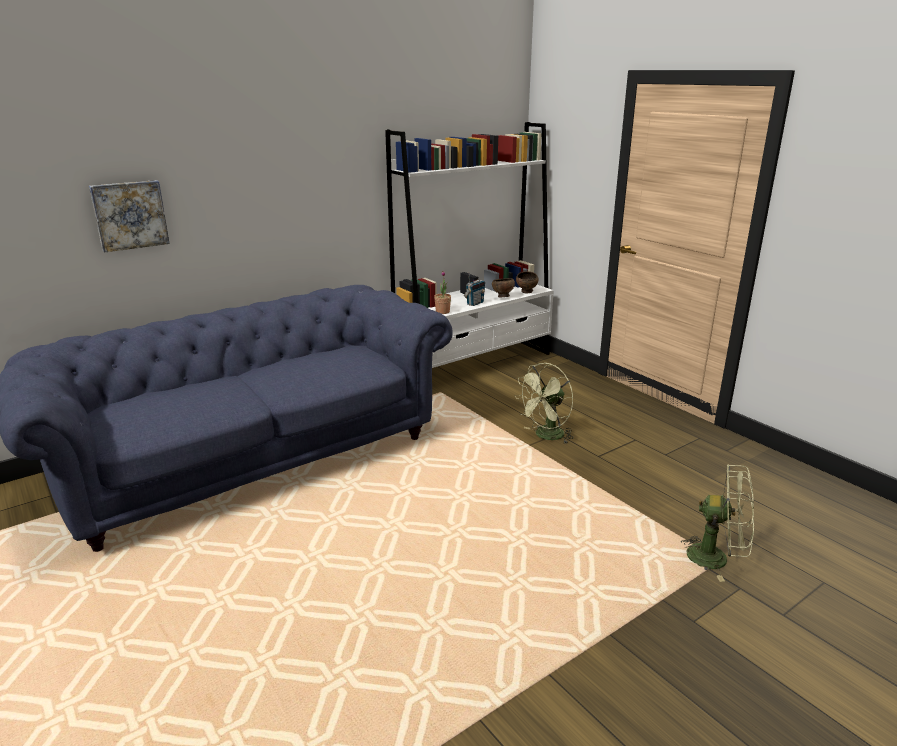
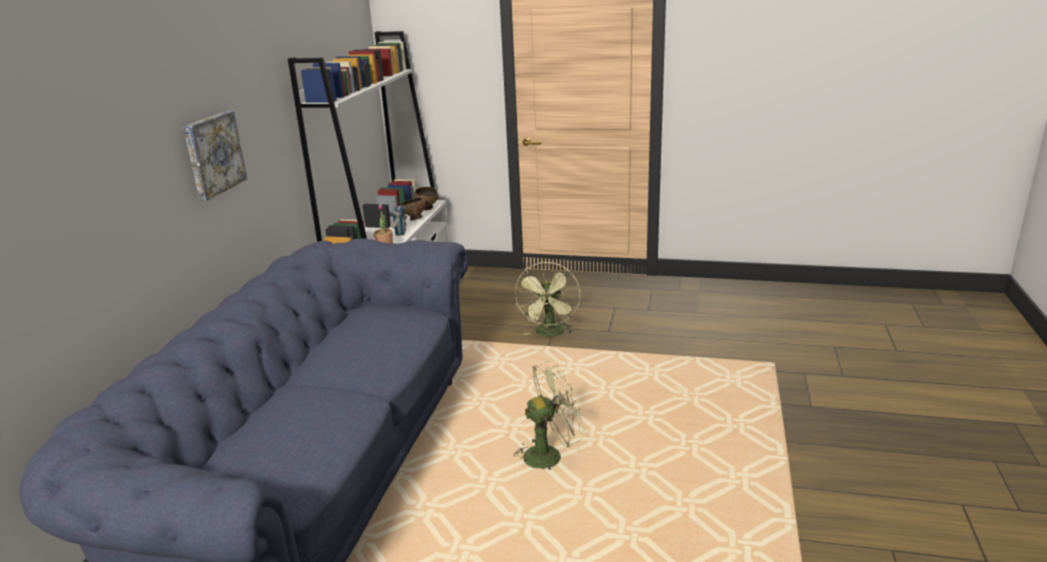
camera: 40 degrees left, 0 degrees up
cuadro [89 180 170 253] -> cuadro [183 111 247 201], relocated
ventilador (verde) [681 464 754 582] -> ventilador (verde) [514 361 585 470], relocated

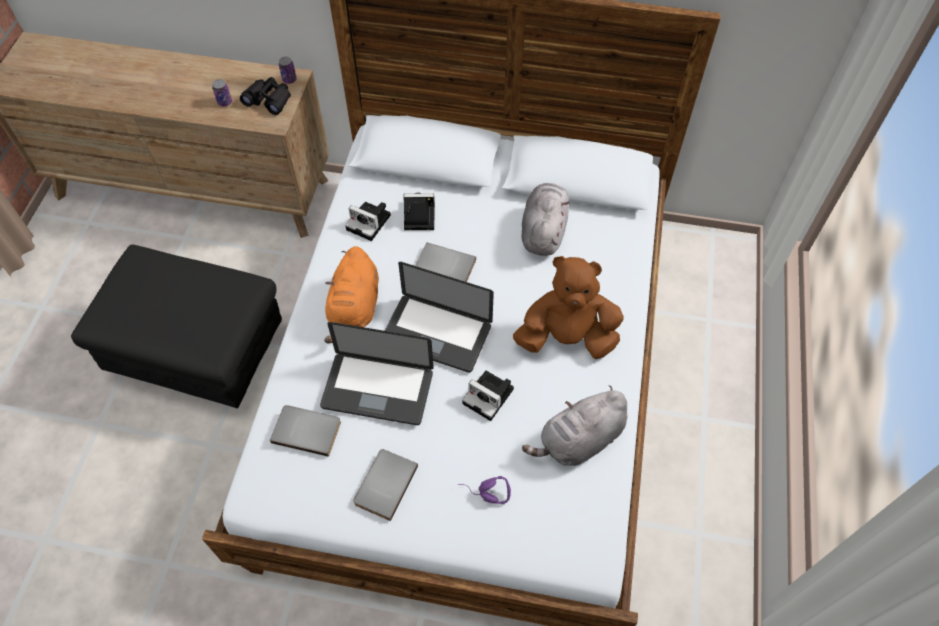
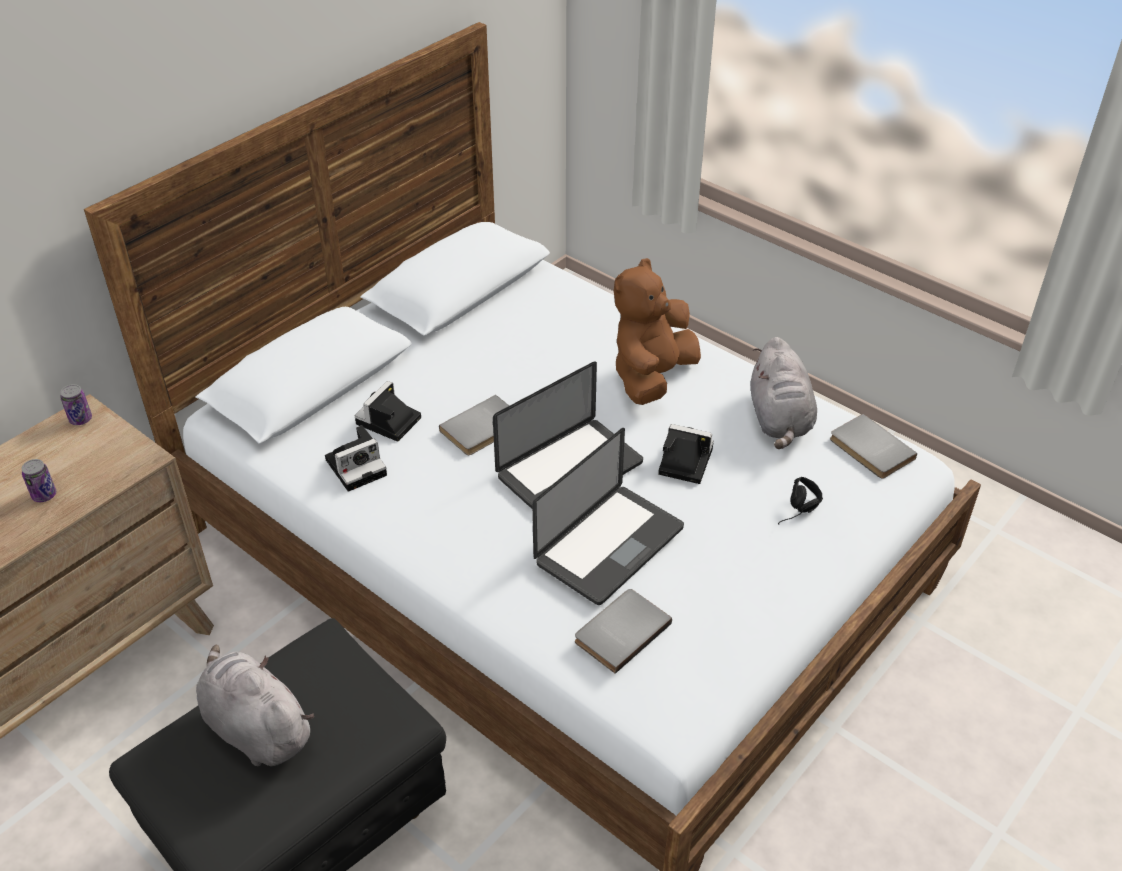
camera: 60 degrees left, 15 degrees down
prismáticos (negro) [240 77 291 115] -> none
peluche (gris) [521 183 569 256] -> peluche (gris) [196 644 314 766], relocated
peluche (naranja) [324 246 379 344] -> none
cámara [462 371 514 421] -> cámara [658 424 714 484], 135 degrees counterclockwise
libro (gris) [353 449 418 521] -> libro (gris) [830 414 917 479], relocated
auriculares (morado) [458 476 511 504] -> auriculares (negro) [778 477 823 524]

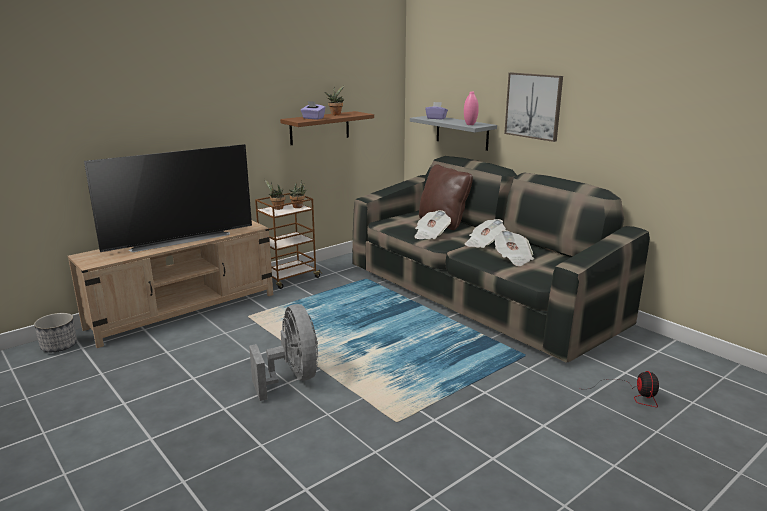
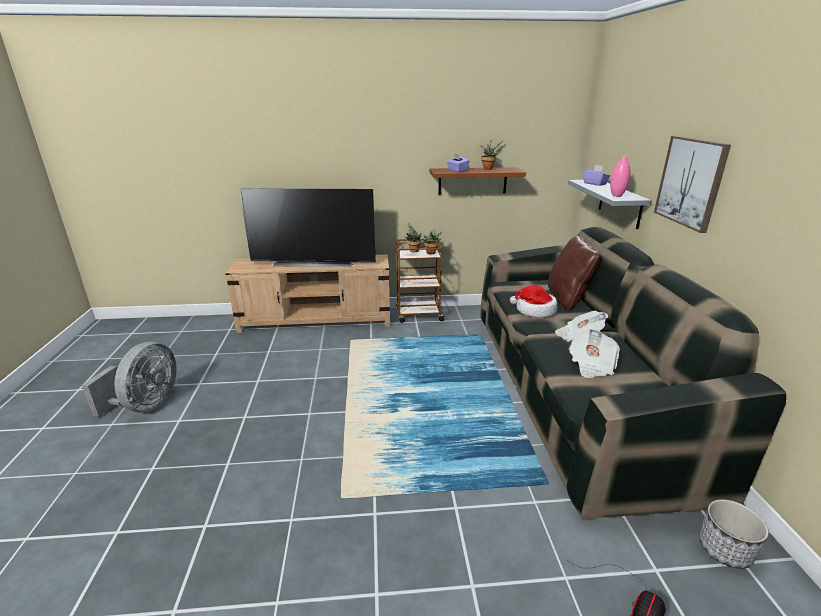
camera: 35 degrees right, 5 degrees up
periódico [414 210 451 239] -> sombrero [510 285 557 317]
ventilador (gris) [249 304 318 401] -> ventilador (gris) [82 342 177 417], relocated
maceta [34 313 77 352] -> maceta [699 499 769 569], relocated

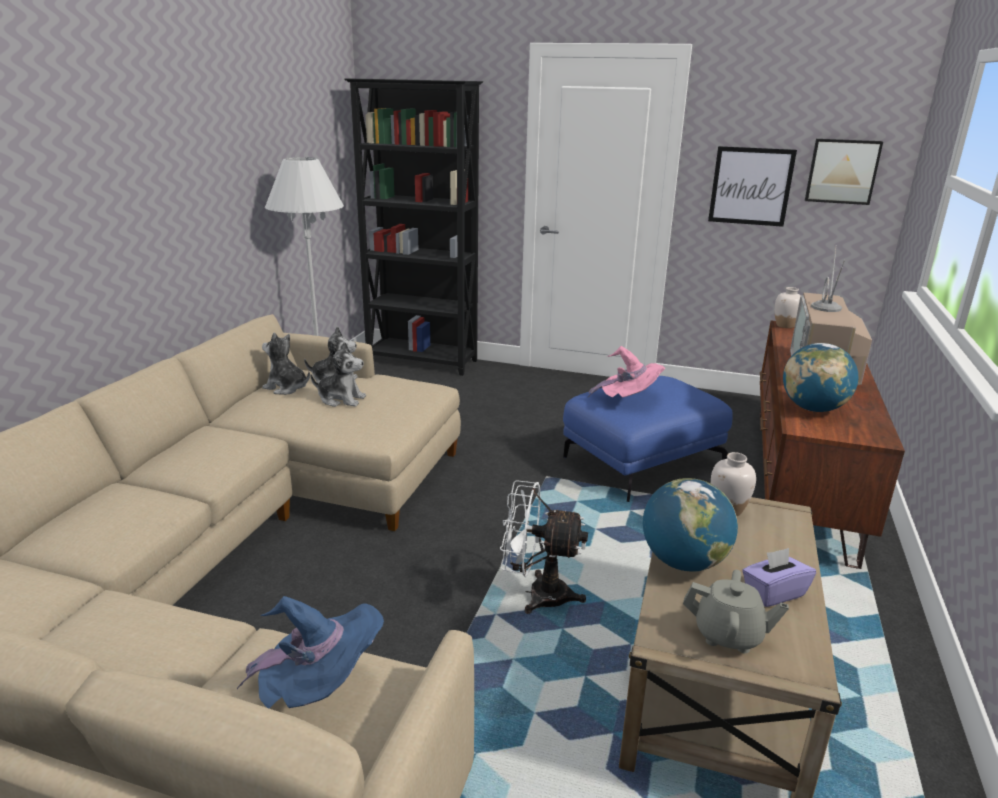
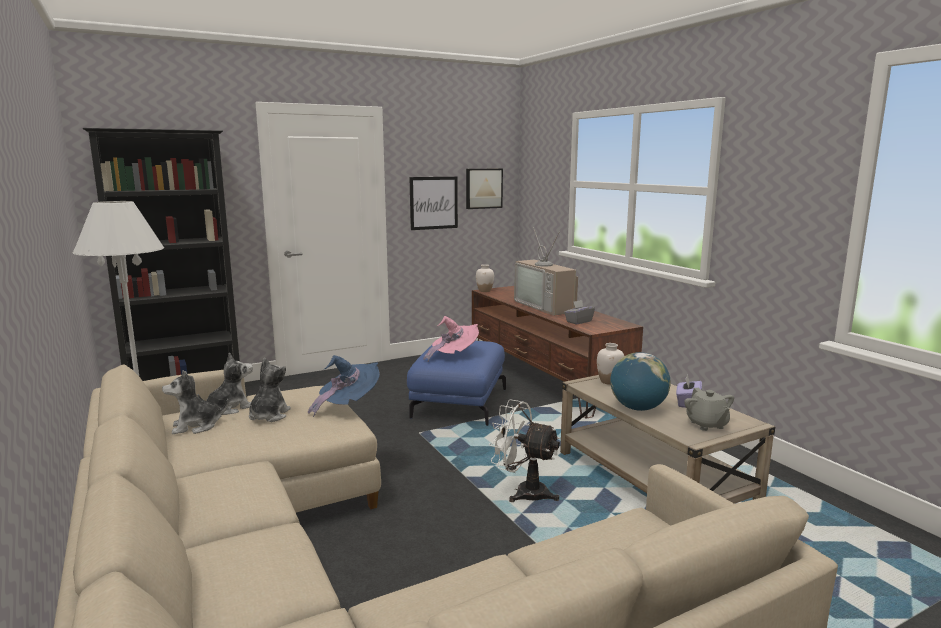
camera: 45 degrees left, 10 degrees down
peluche [310 342 366 407] -> peluche [249 358 291 422], 45 degrees counterclockwise
globo terráqueo [783 343 858 412] -> caja de pañuelos (gris) [564 300 595 324]
ventilador (blanco) [500 480 588 614] -> ventilador (blanco) [489 399 560 502], 60 degrees clockwise
tetera (gris) [683 570 789 653] -> tetera (gris) [684 388 734 431], 105 degrees clockwise
sombrero (azul) [237 596 384 708] -> sombrero (azul) [308 355 380 417], relocated

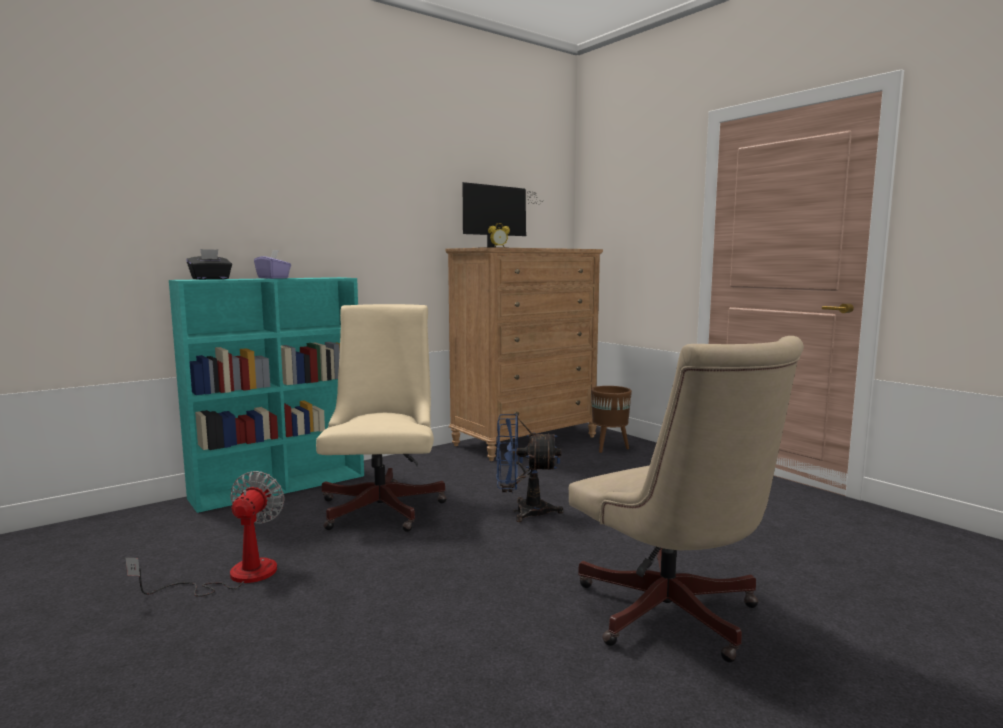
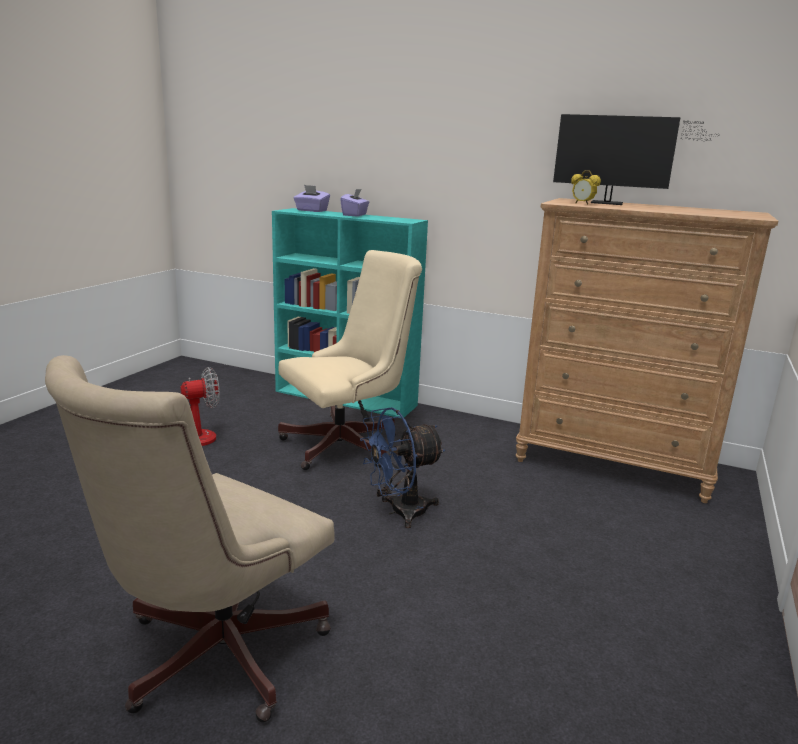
camera: 60 degrees right, 10 degrees up
caja de pañuelos (negro) [186 249 232 280] -> caja de pañuelos (morado) [294 185 330 212]
maceta (marrón) [591 386 632 453] -> none
ventilador (azul) [496 414 563 522] -> ventilador (azul) [360 407 445 528], 90 degrees counterclockwise

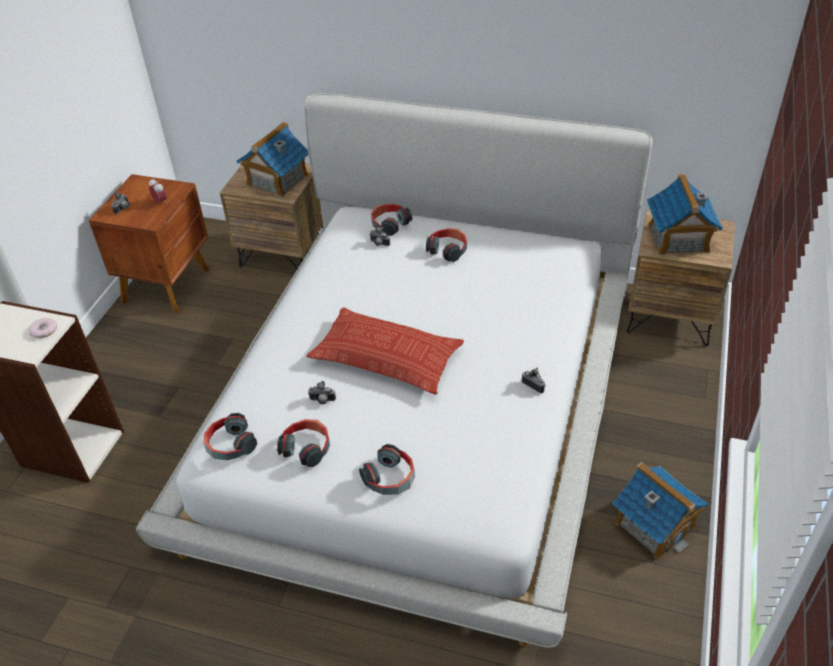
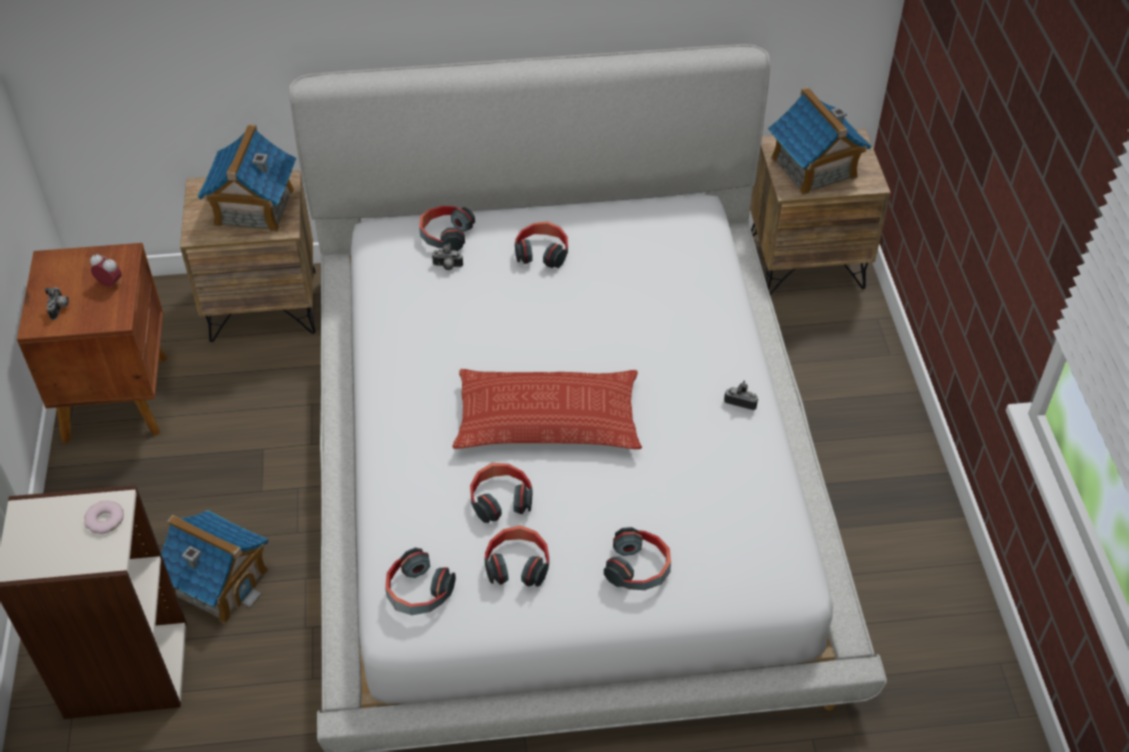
camera: 25 degrees left, 5 degrees up
cámara [308 381 336 404] -> auriculares [470 463 532 523]
casita [612 462 708 560] -> casita [161 510 269 624], relocated

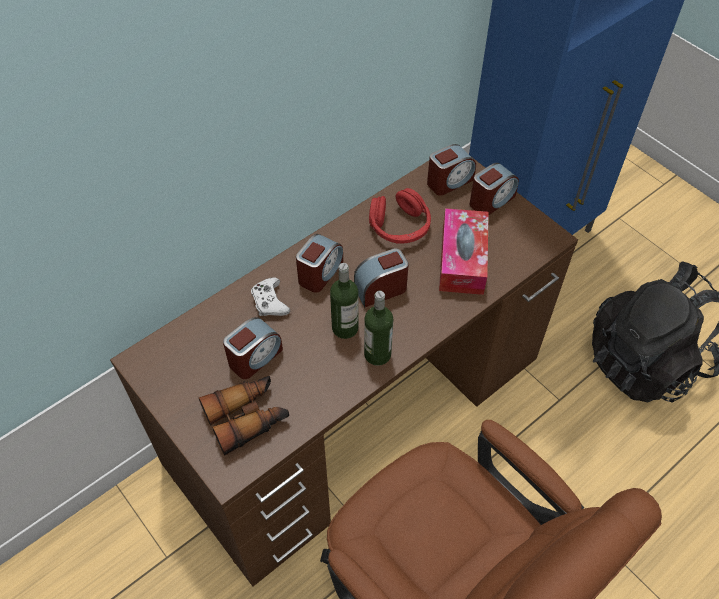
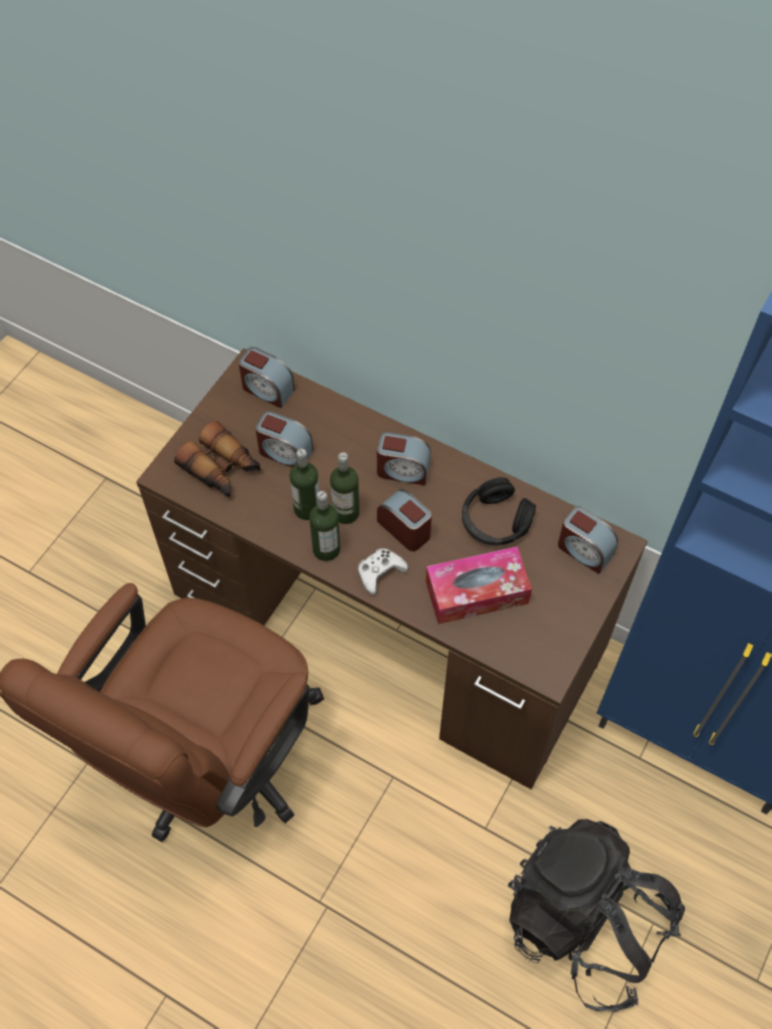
camera: 70 degrees right, 5 degrees up
despertador [470 163 519 215] -> despertador [238 347 295 408], relocated
auriculares (rojo) [369 188 431 244] -> auriculares (negro) [462 477 536 545]
mando de consola (blanco) [251 278 290 316] -> mando de consola (blanco) [358 548 408 595], relocated
none -> botella [290 449 319 520]

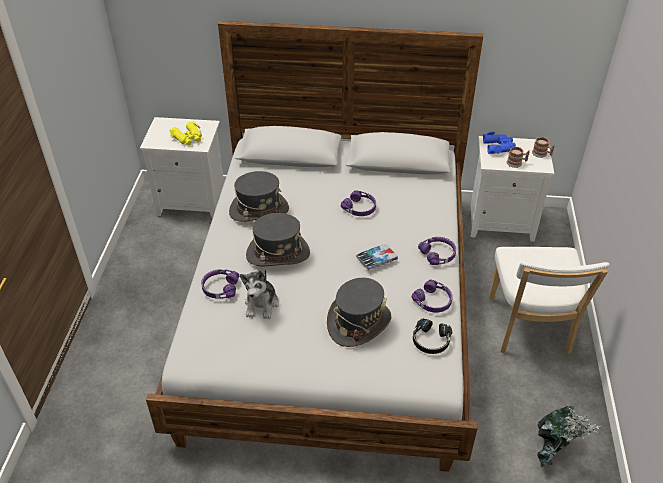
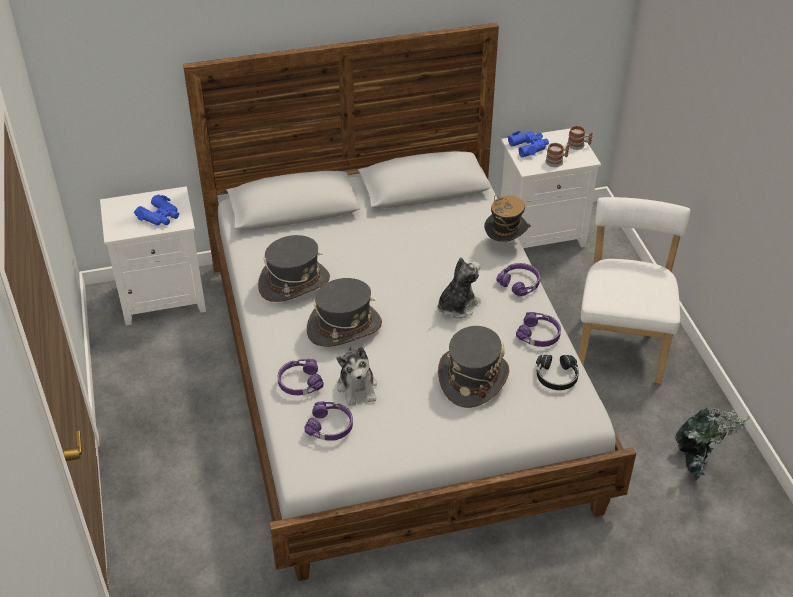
camera: 20 degrees left, 0 degrees up
prismáticos (amarillo) [169 122 202 145] -> prismáticos (azul) [134 194 179 225]
auriculares (morado) [341 190 376 216] -> auriculares (morado) [304 401 353 441], relocated
libro [356 244 398 270] -> peluche [438 257 481 319]
silla (blanco) [489 247 610 354] -> silla (blanco) [579 197 690 384], 150 degrees counterclockwise
none -> sombrero [484 195 529 242]

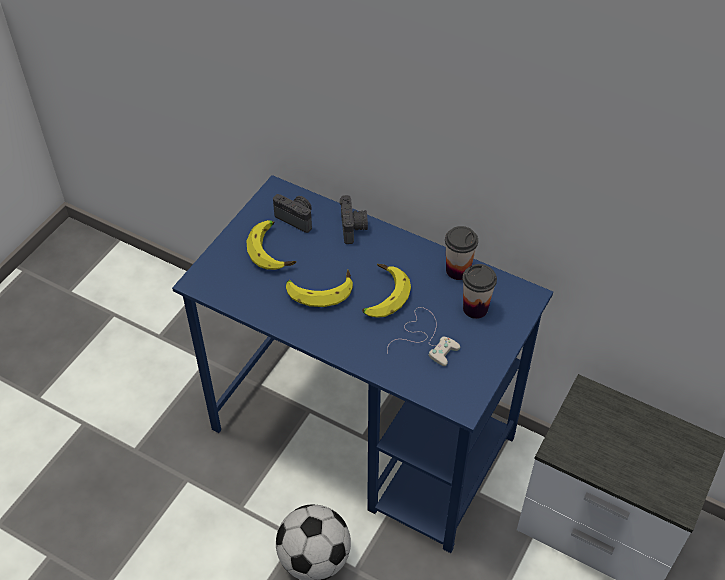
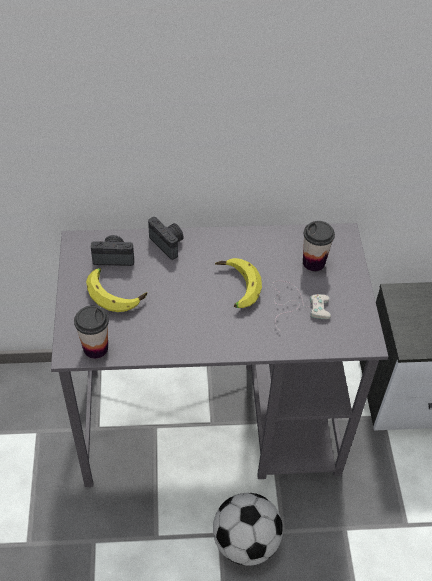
camera: 35 degrees left, 0 degrees up
escritorio (azul) [172 175 553 553] -> escritorio (gris) [51 223 388 487]
taza [445 226 478 280] -> taza [74 306 109 359], relocated
plátano [286 269 353 307] -> none

